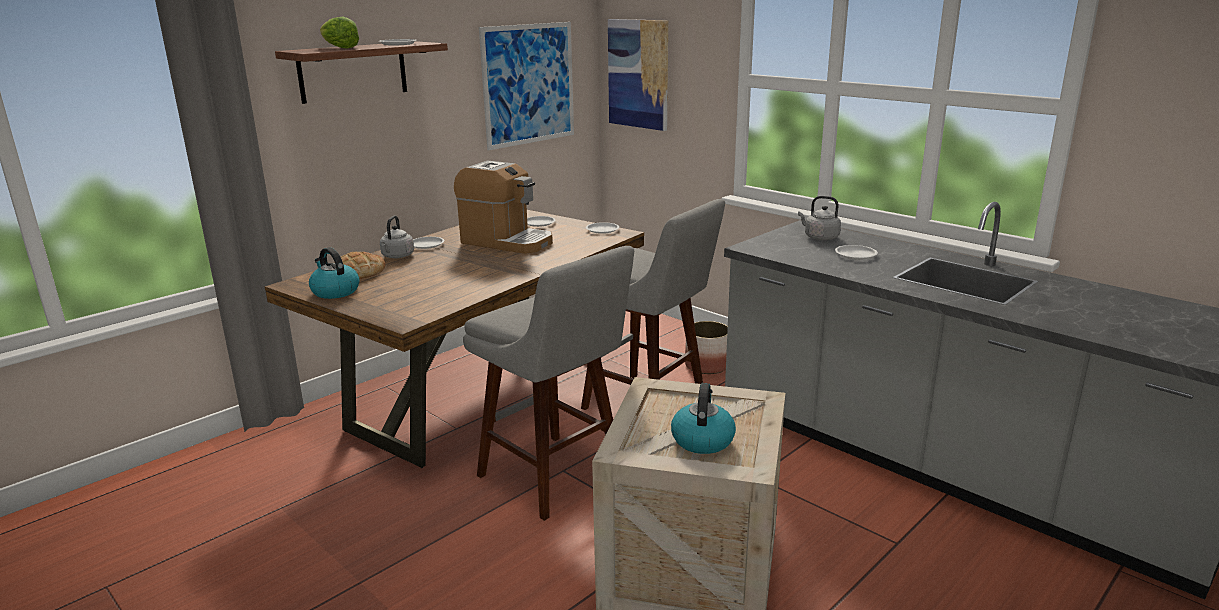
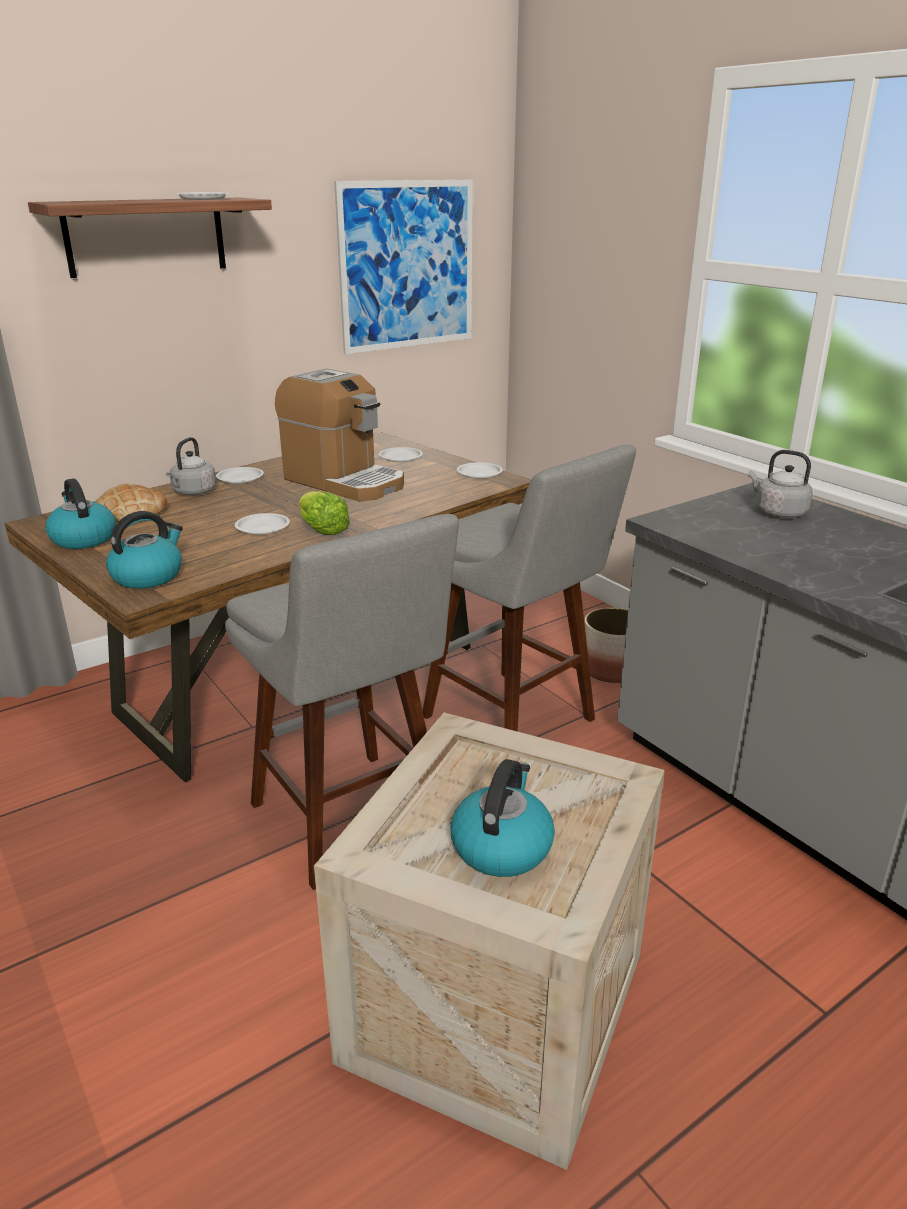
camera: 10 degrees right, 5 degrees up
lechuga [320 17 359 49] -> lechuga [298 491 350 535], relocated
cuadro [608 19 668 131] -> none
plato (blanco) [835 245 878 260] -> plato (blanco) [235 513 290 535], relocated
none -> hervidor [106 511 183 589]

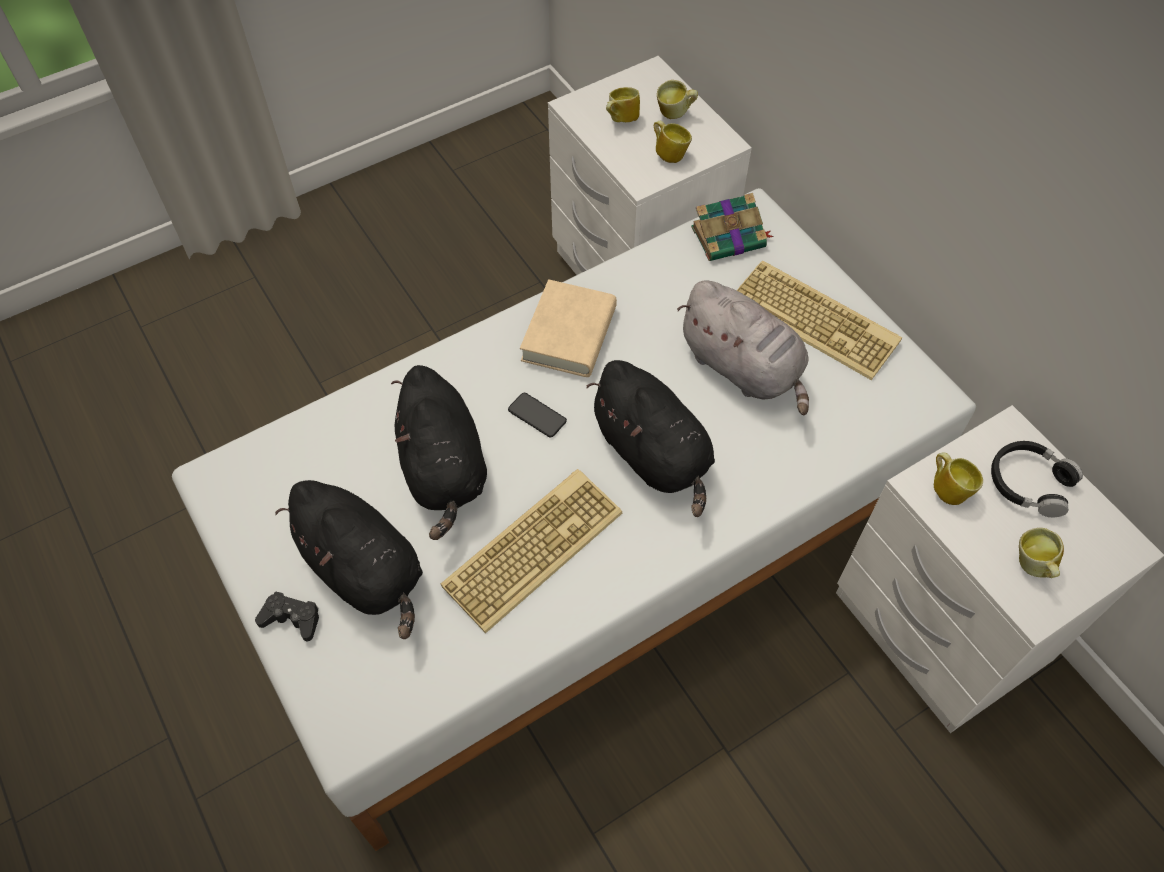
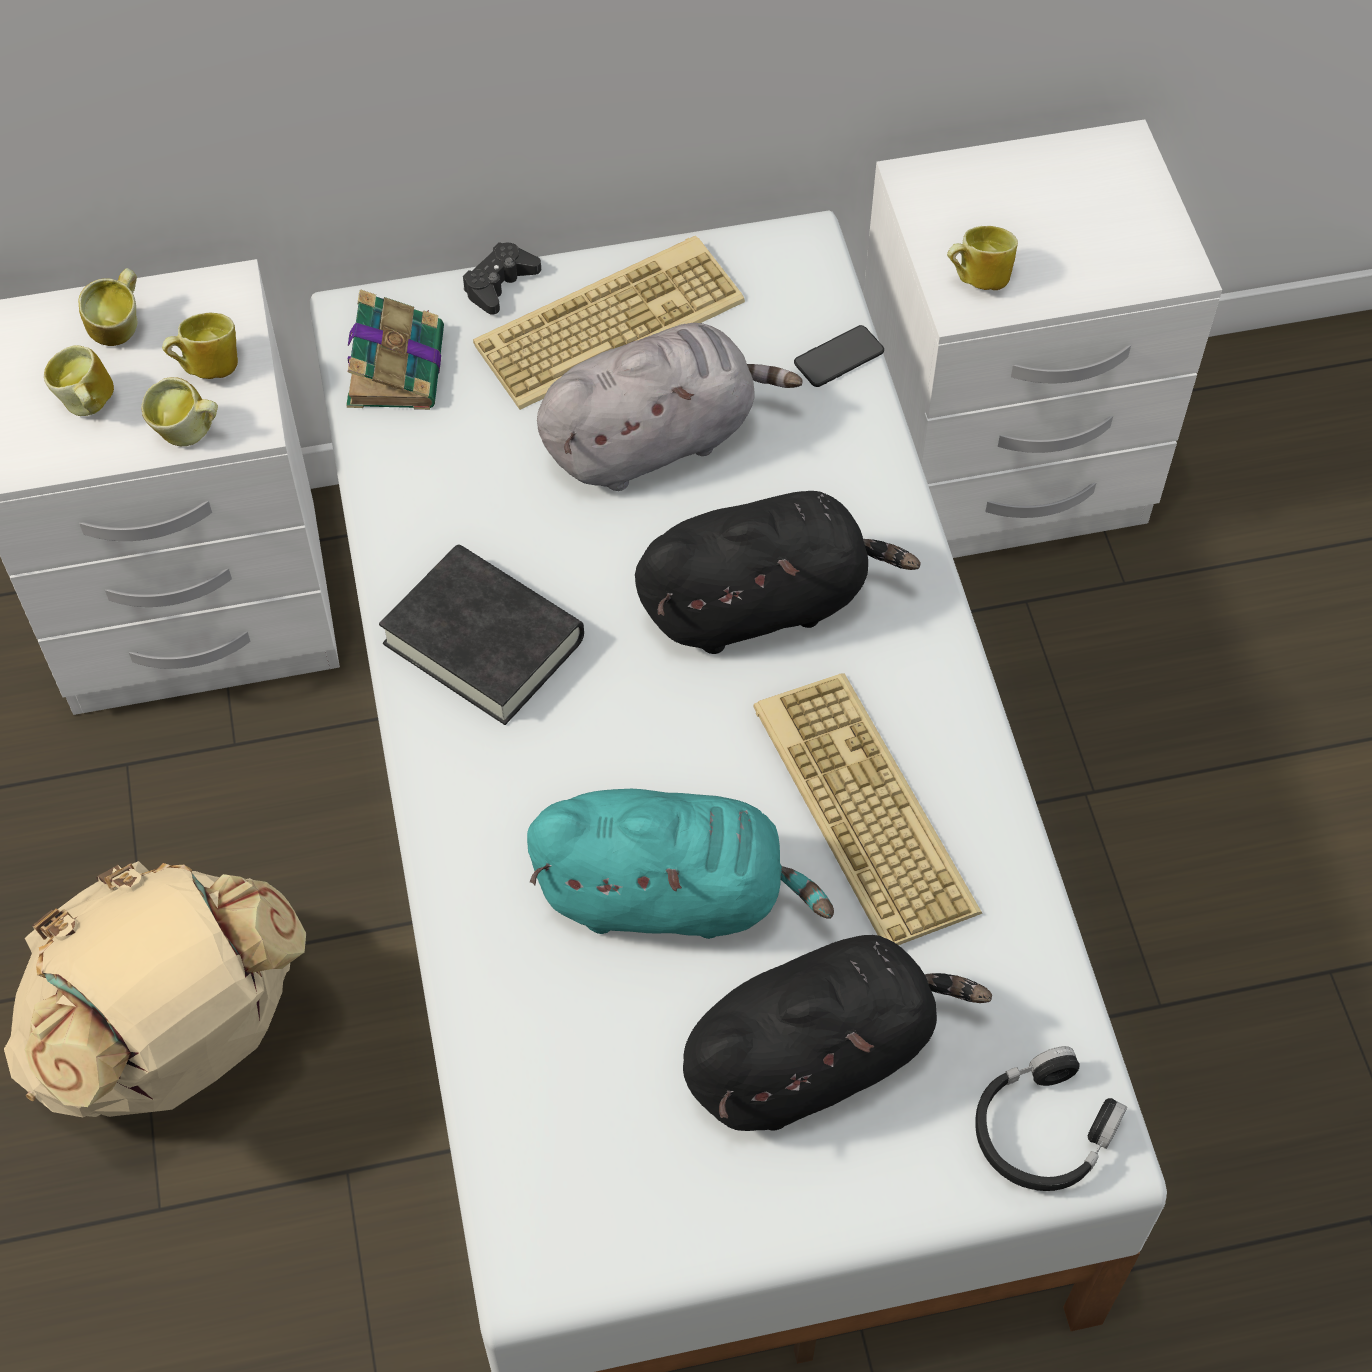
camera: 70 degrees left, 0 degrees up
libro (beis) [520 279 617 377] -> libro (negro) [379 545 584 725]
peluche (negro) [391 365 487 540] -> peluche (turquesa) [527 789 834 939]
móvil [508 393 567 438] -> móvil [794 325 884 387], relocated
auriculares (negro) [991 441 1083 517] -> auriculares (negro) [975 1046 1127 1191], relocated
taza grande [1019 528 1064 578] -> taza grande [141 377 218 447], relocated
mando de consola (negro) [255 592 319 641] -> mando de consola (negro) [463 242 541 315], relocated
none -> mochila (beis) [4 861 306 1117]

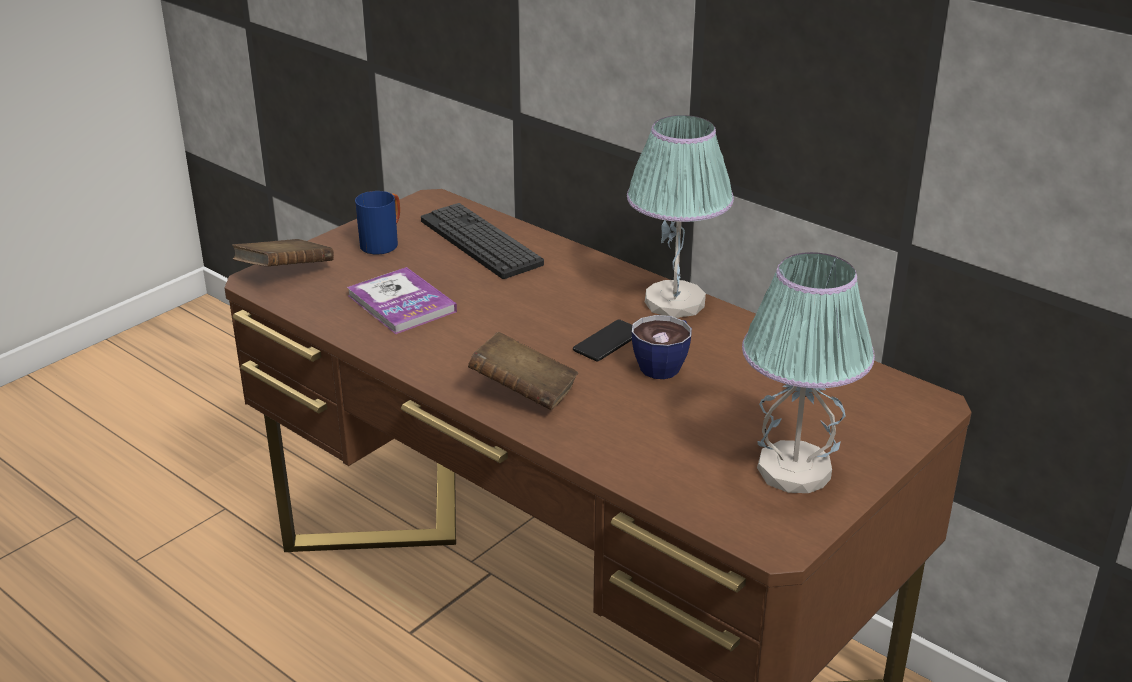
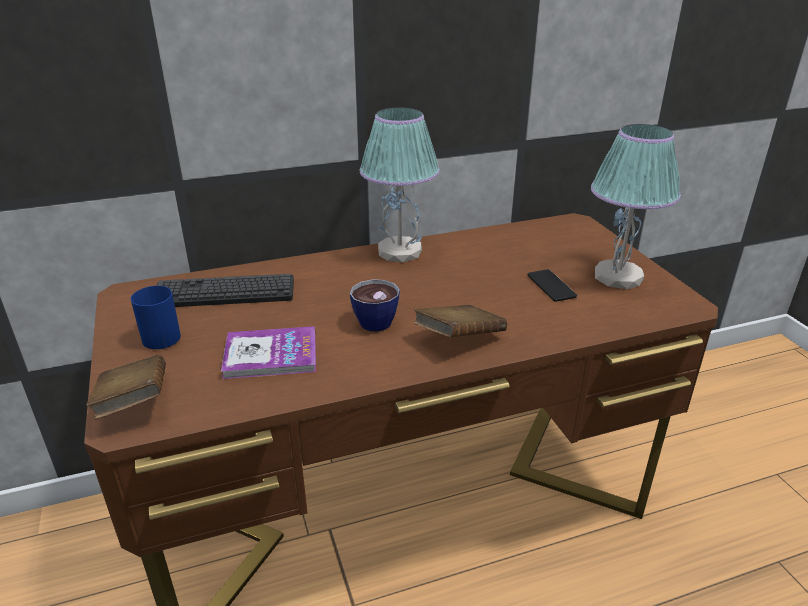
camera: 60 degrees left, 0 degrees up
taza [632 315 692 379] -> taza [350 279 400 332], relocated
móvil [573 320 632 361] -> móvil [527 269 577 302], relocated

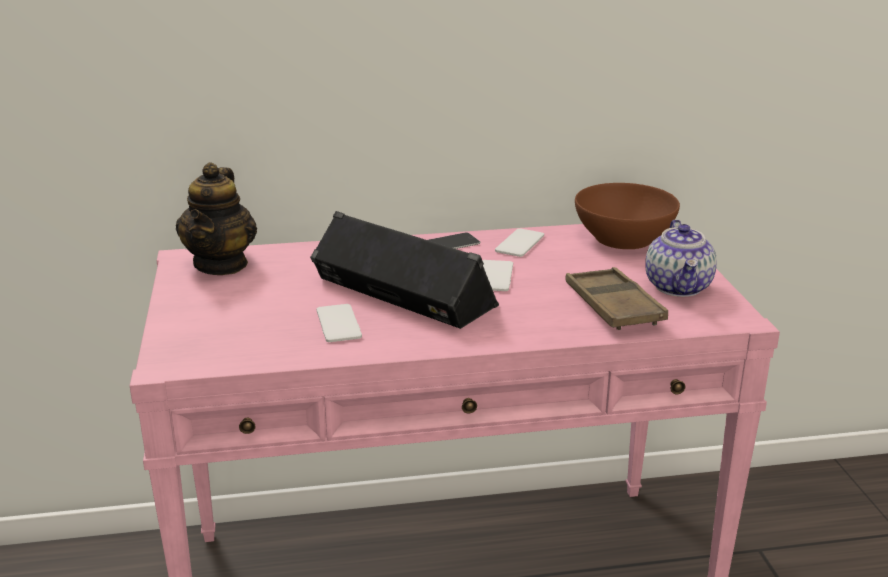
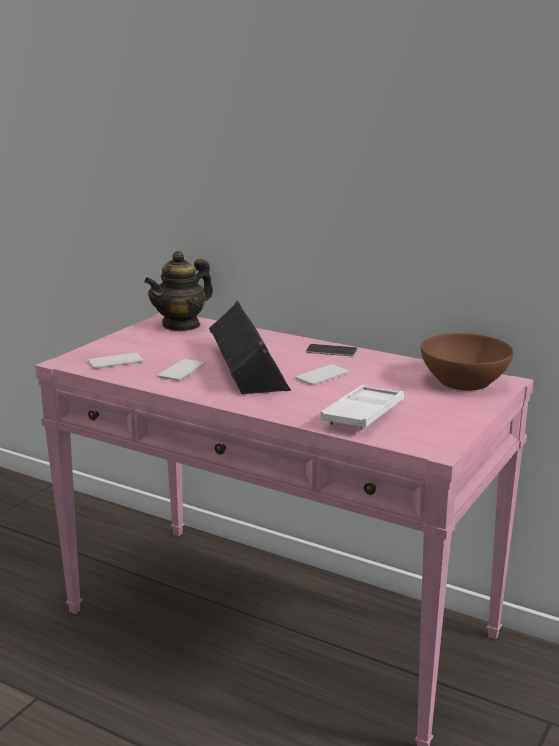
camera: 40 degrees right, 5 degrees down
tetera [645 220 717 297] -> none
móvil [495 228 544 257] -> móvil [88 353 143 369], relocated
bandeja (marrón) [566 267 668 330] -> bandeja (blanco) [320 385 404 431]

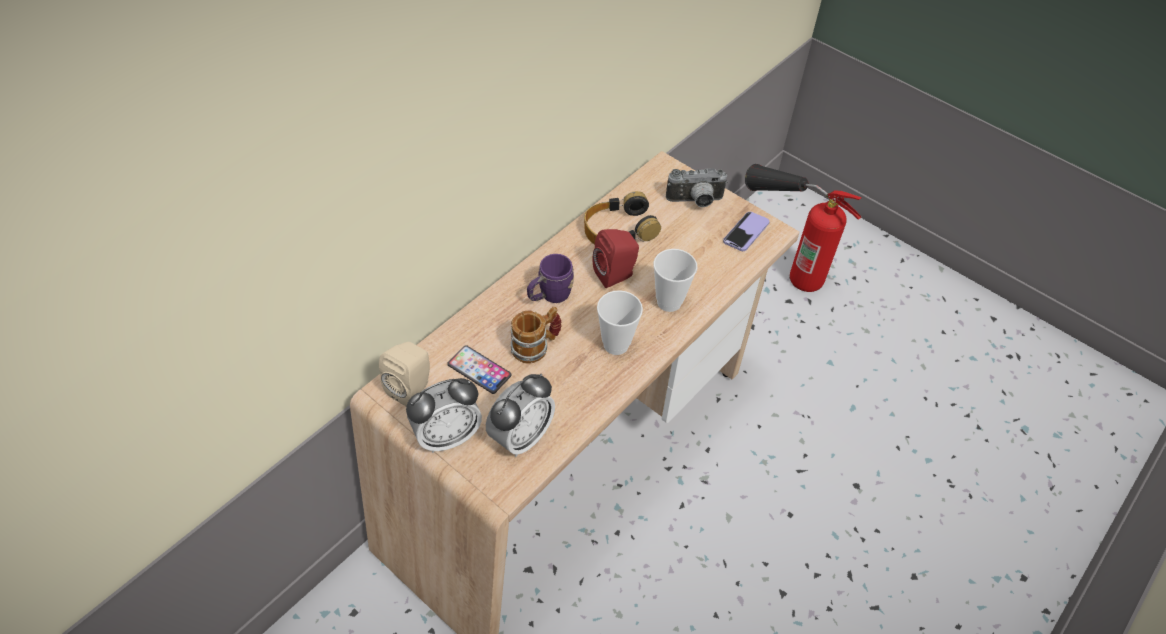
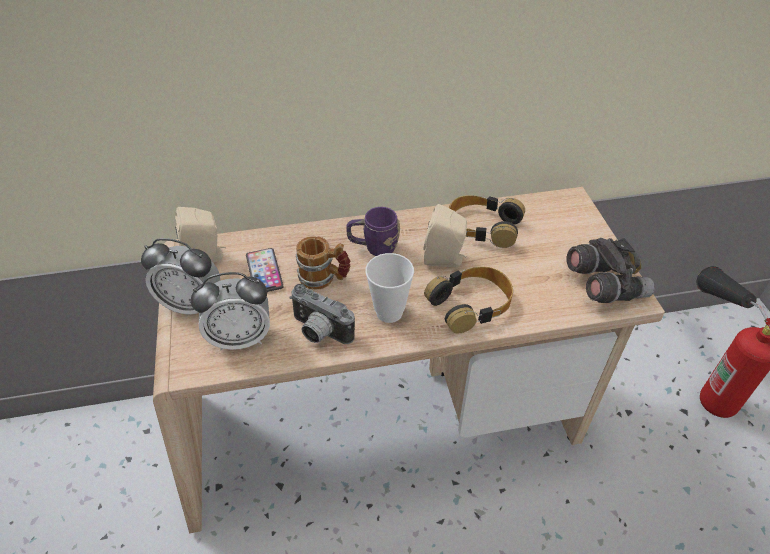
camera: 40 degrees right, 5 degrees down
cámara [666 168 728 207] -> cámara [290 283 355 344], relocated
móvil [723 212 769 251] -> prismáticos (gris) [566 238 655 303]
altavoz (rojo) [592 229 639 288] -> altavoz (beis) [424 204 467 267]
taza [653 249 697 312] -> auriculares [424 267 513 333]

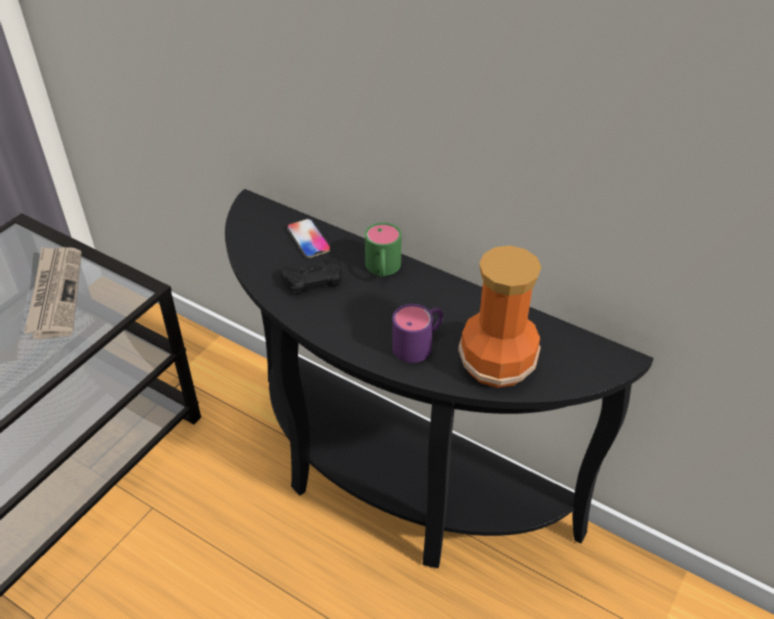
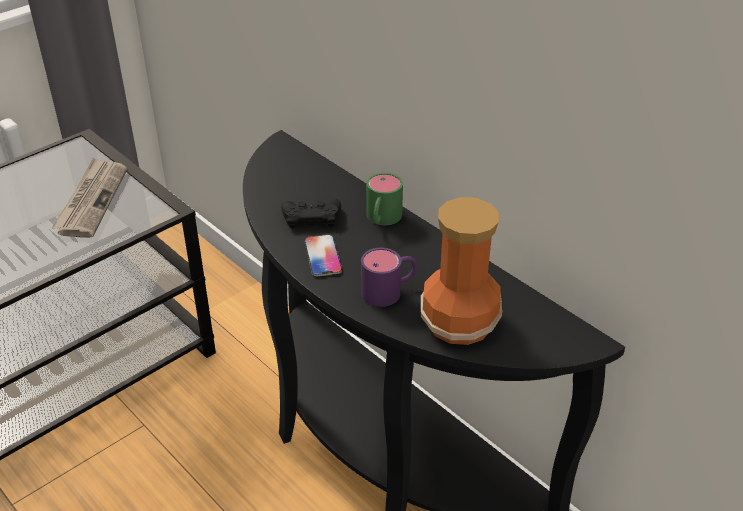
camera: 15 degrees right, 5 degrees down
móvil [287 219 331 258] -> móvil [304 234 342 276], relocated

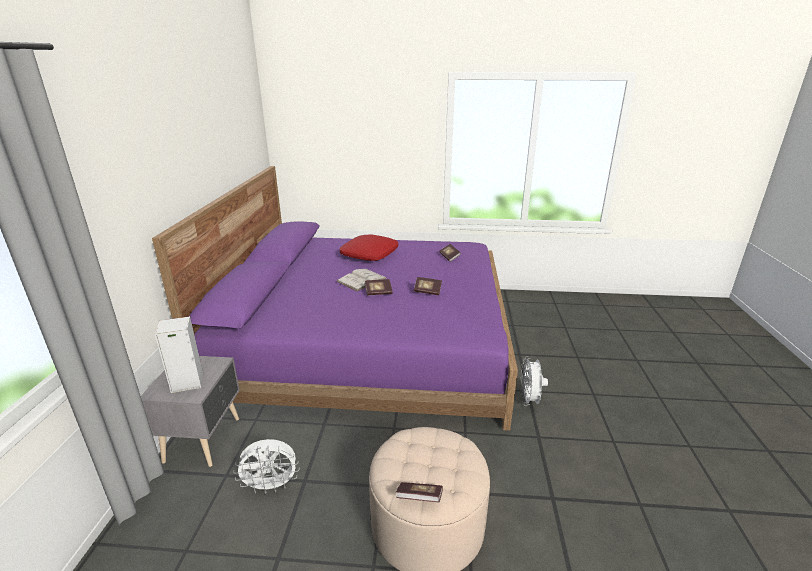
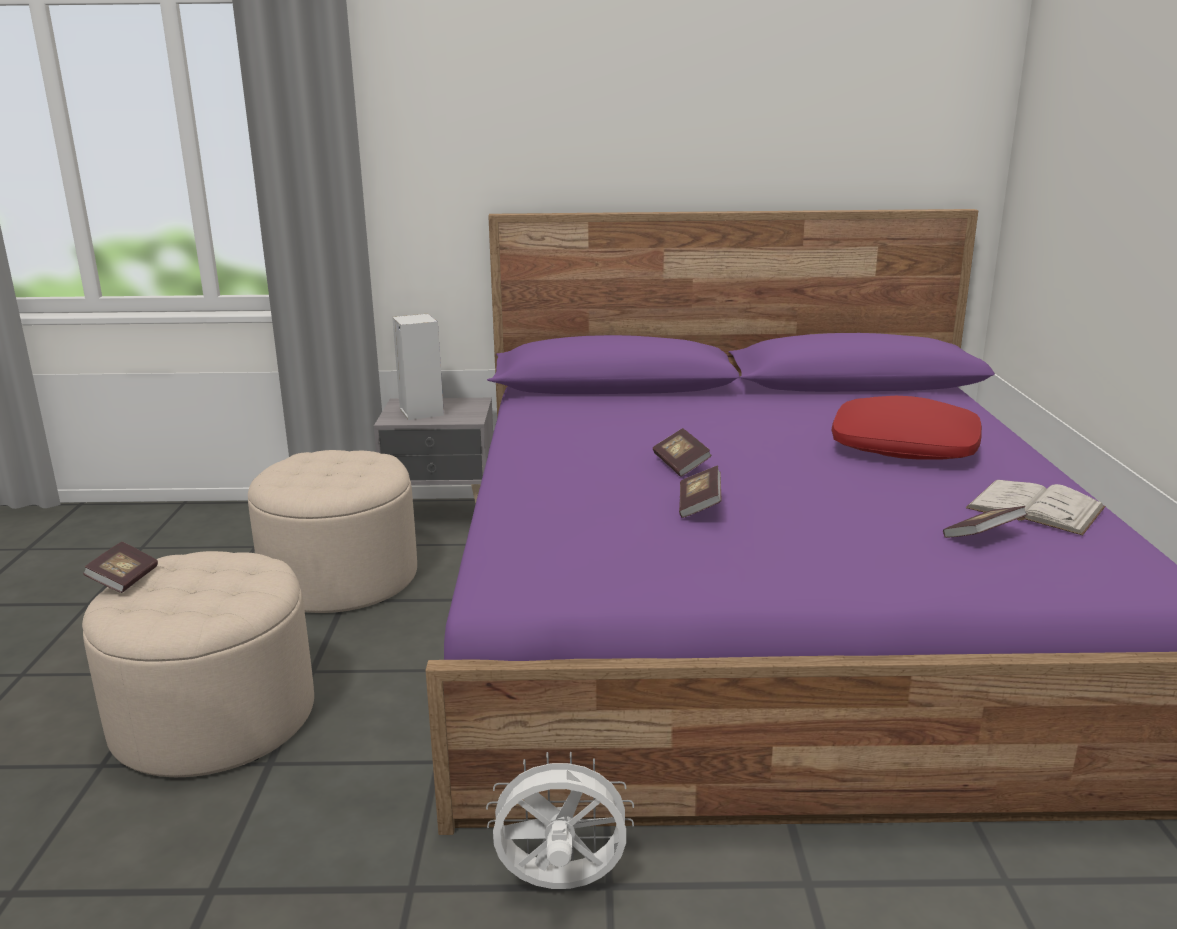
camera: 85 degrees right, 5 degrees down
libro (blanco) [336 269 386 291] -> libro (blanco) [966 480 1105 536], relocated
ventilador (blanco) [233 439 300 494] -> puf (beis) [248 450 417 613]

